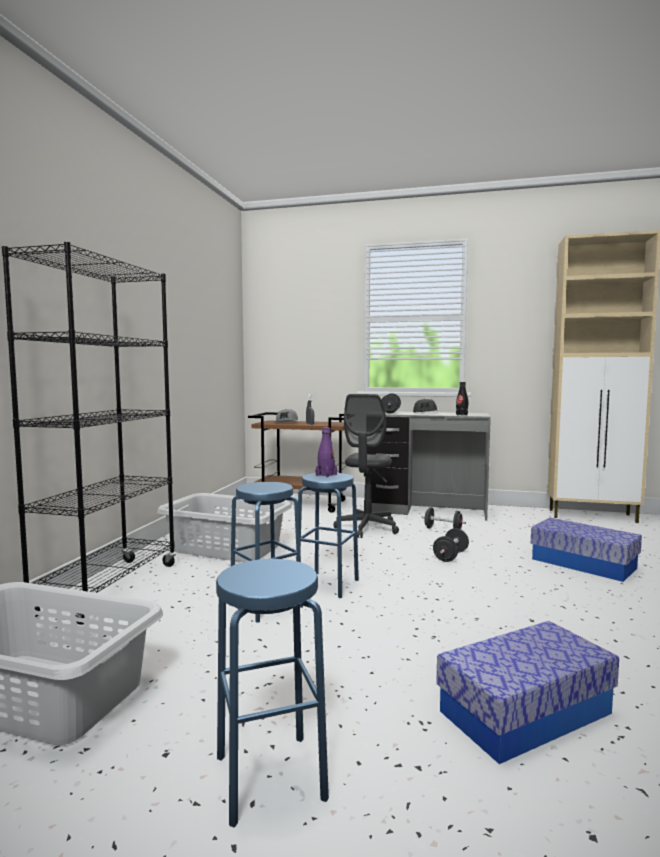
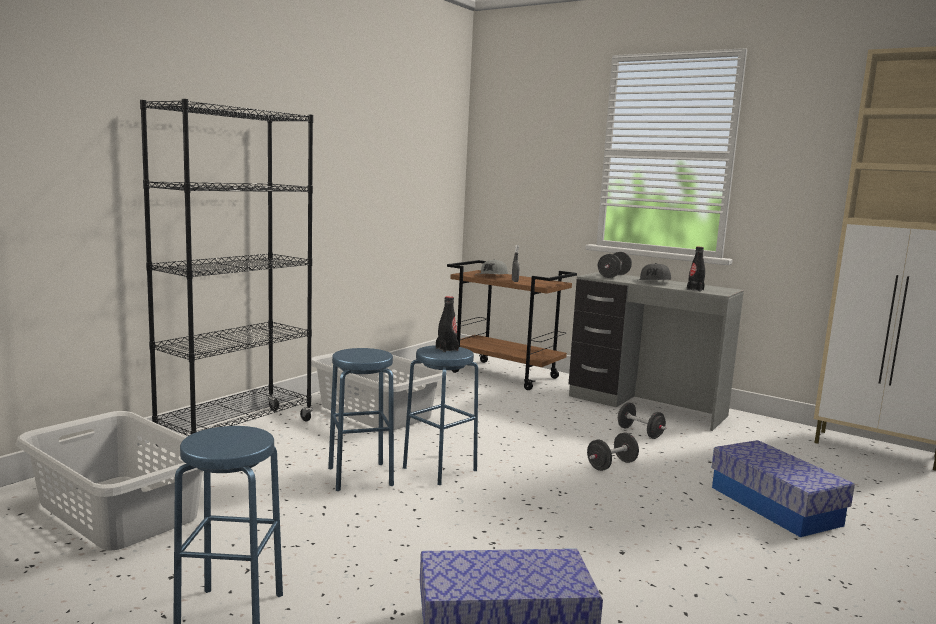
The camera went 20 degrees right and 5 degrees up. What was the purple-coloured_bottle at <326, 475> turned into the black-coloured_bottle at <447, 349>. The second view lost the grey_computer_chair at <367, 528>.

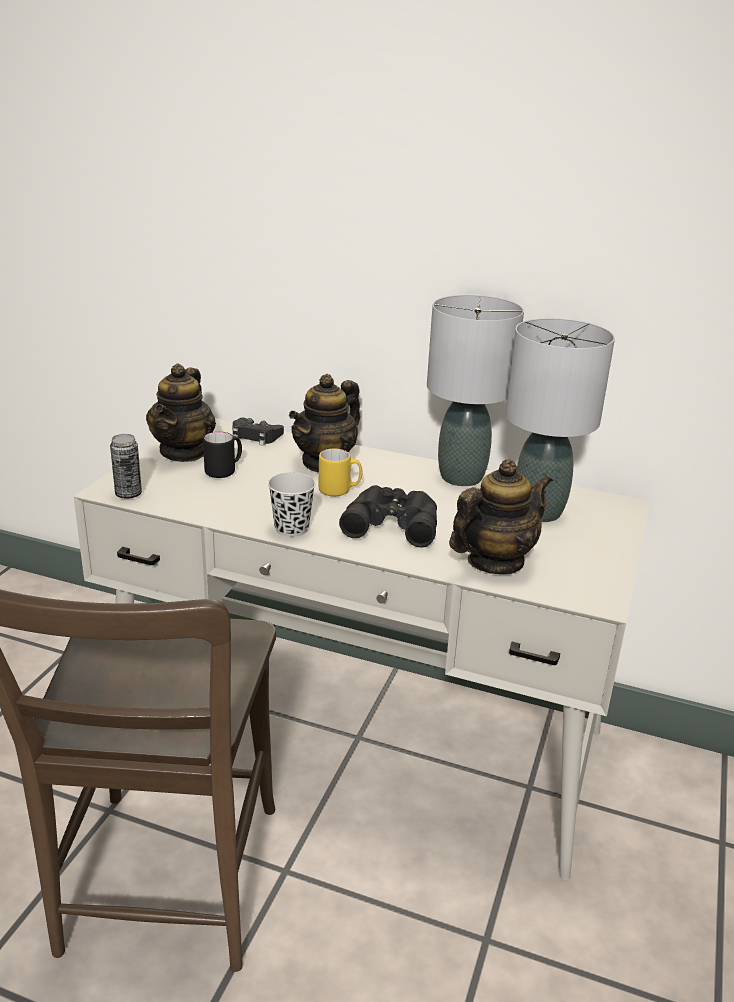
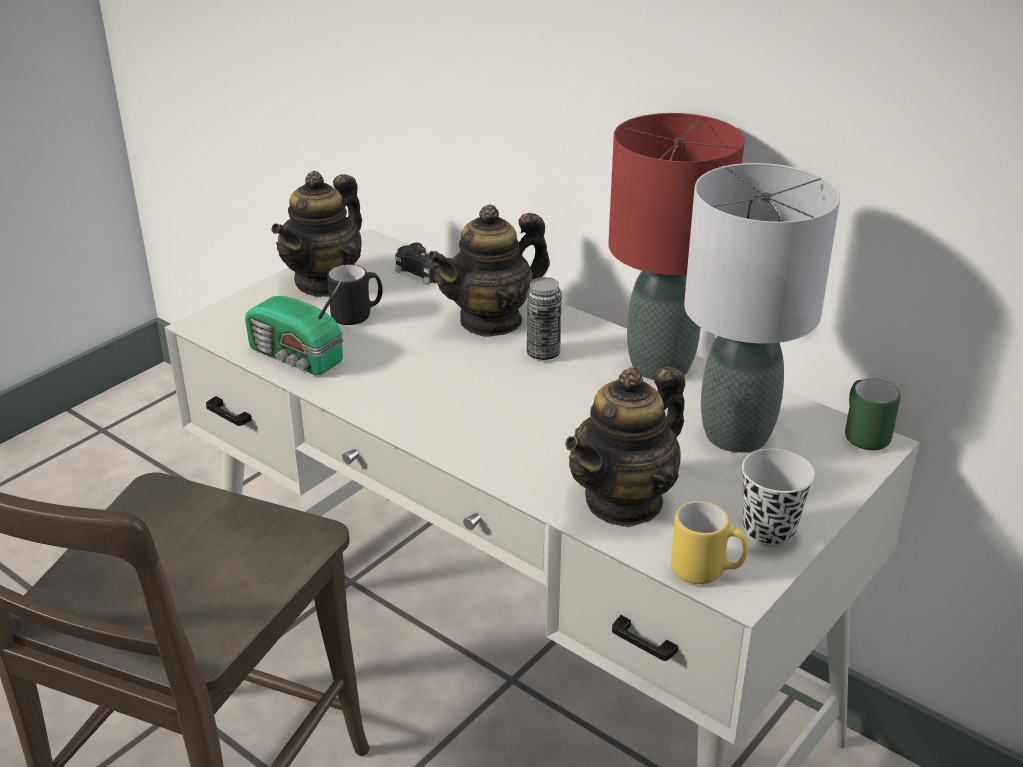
The camera went 20 degrees right and 5 degrees up. The sealed_can ended up elsewhere, having gone from <128, 494> to <543, 353>. The black-coloured_cup ended up elsewhere, having gone from <291, 528> to <768, 531>. The yellow_tea_mug ended up elsewhere, having gone from <340, 491> to <707, 571>. The second view lost the black-coloured_field_glasses at <392, 522>. What was the grey_lamp_for_a_table at <462, 477> turned into the red-coloured_lamp_for_a_table at <661, 366>. The pot_for_tea at <495, 561> ended up facing another way, 150 degrees clockwise from before. The second view gained the radio_receiver at <296, 357>. The second view gained the green_tea_mug at <863, 434>.

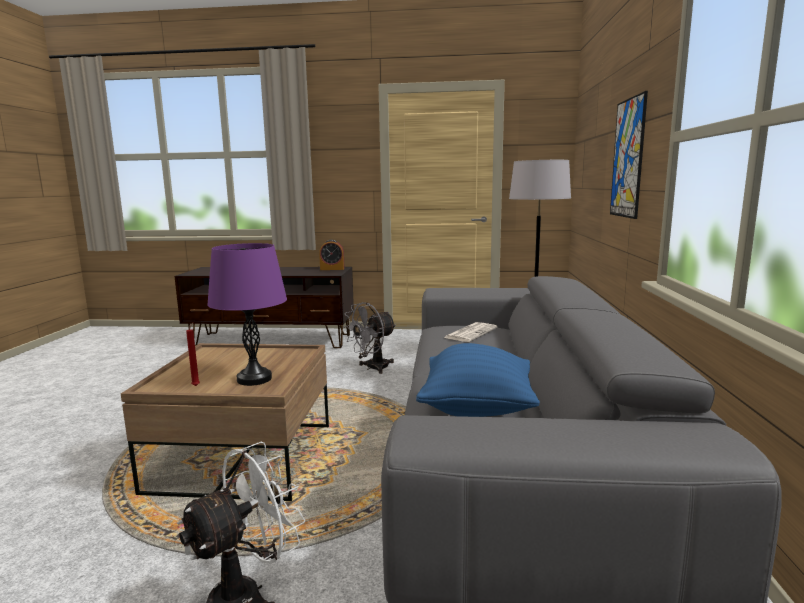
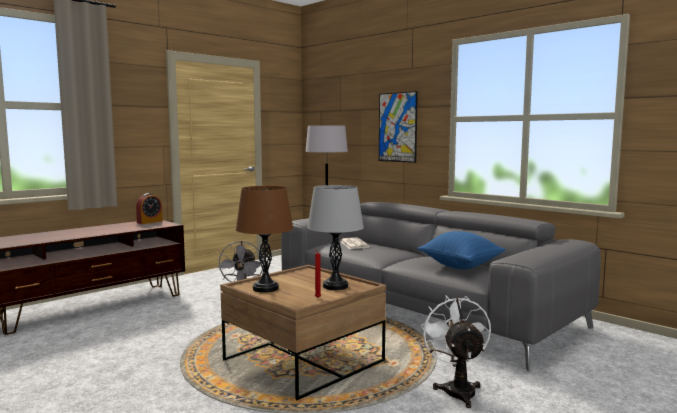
The camera went 50 degrees left and 5 degrees down. What was the purple-coloured_lamp_for_a_table at <254, 379> turned into the grey_lamp_for_a_table at <335, 286>. The second view gained the brown-coloured_lamp_for_a_table at <265, 288>.

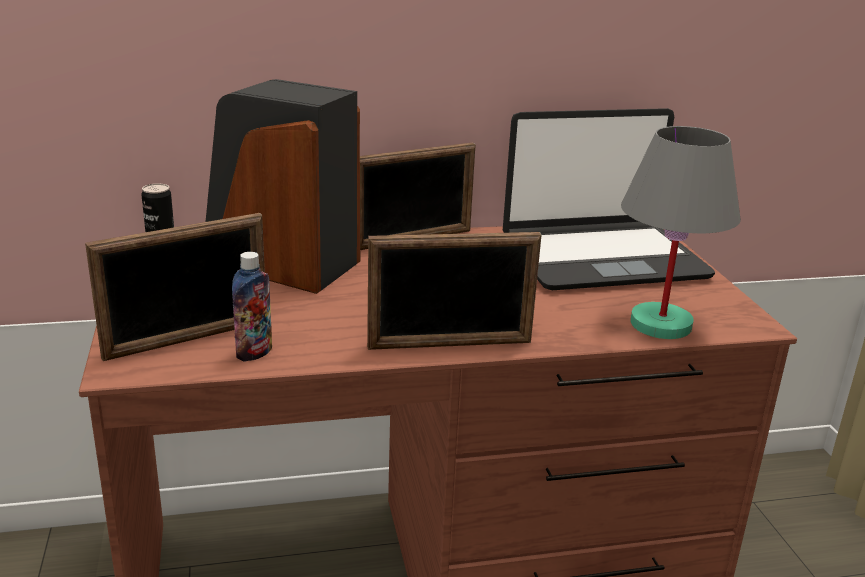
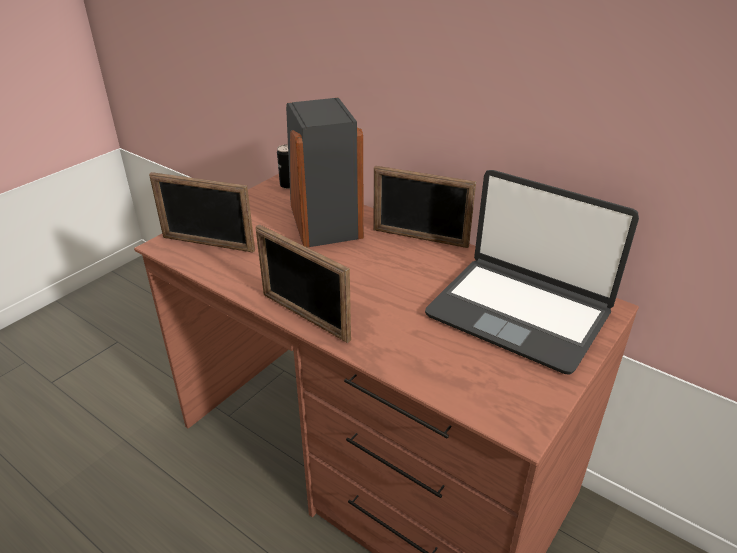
The camera went 50 degrees right and 10 degrees up. The second view lost the bottle at <254, 353>. The second view lost the grey_lamp_for_a_table at <659, 324>.

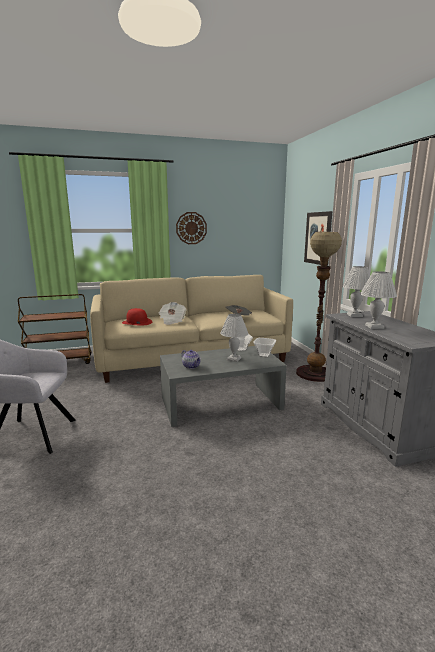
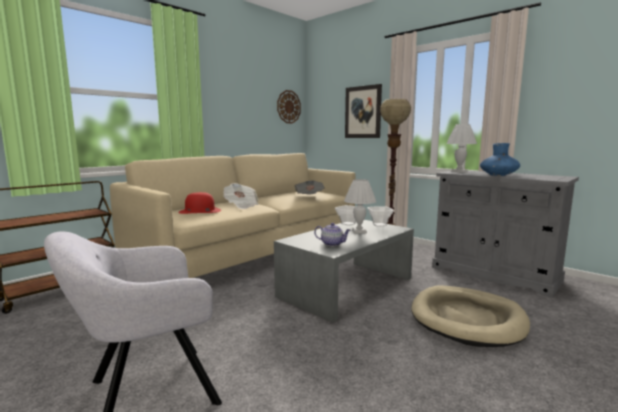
The camera went 30 degrees left and 5 degrees down. The wall_clock ended up elsewhere, having gone from <191, 228> to <288, 107>. Where the white_lamp_for_a_table stood at <374, 327>, the blue-coloured_decorative_vase came to stand at <498, 175>. The second view gained the sand-coloured_dog_bed at <467, 319>.

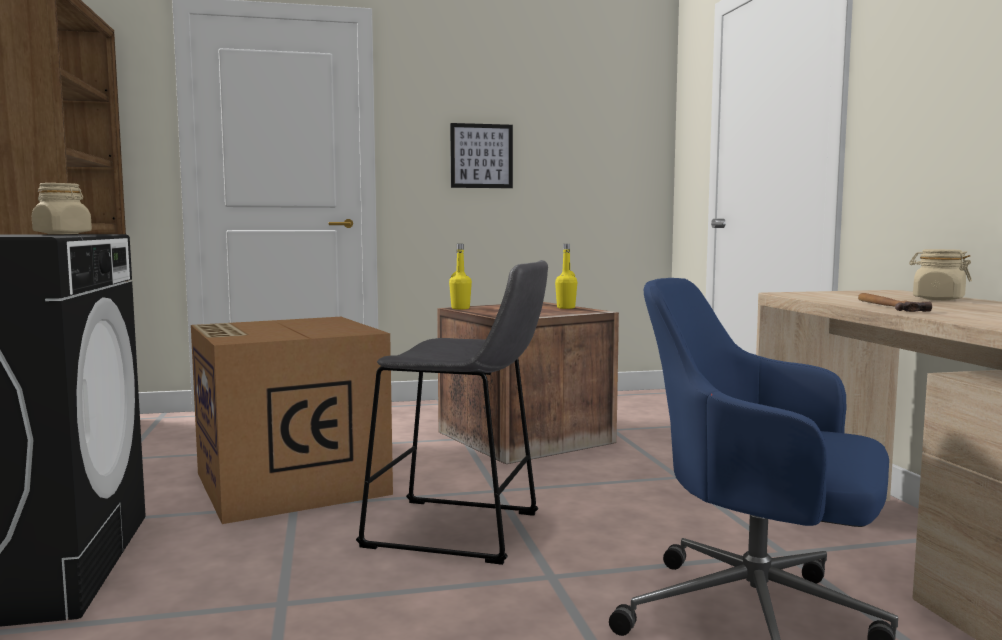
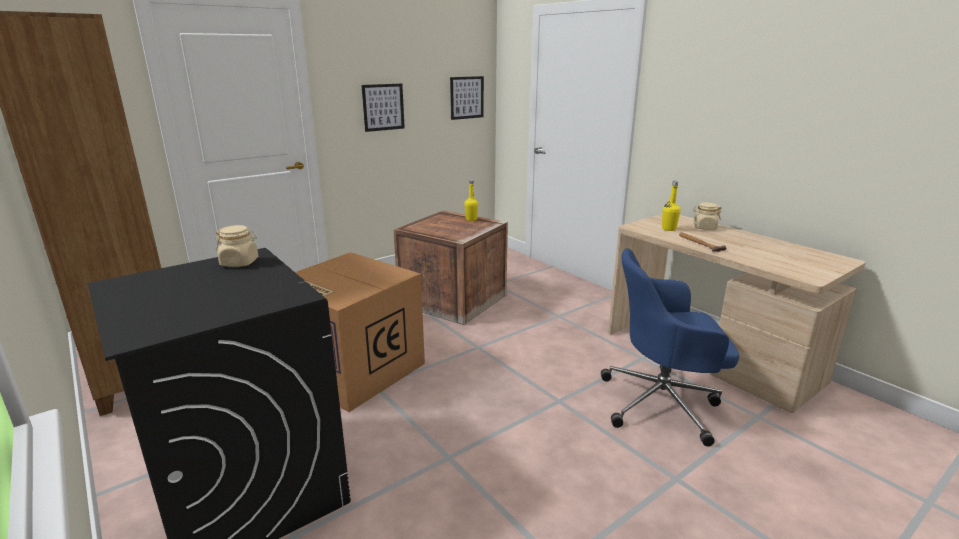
The camera went 25 degrees left and 15 degrees up. The second view lost the grey_stool at <462, 531>. The yellow_bottle ended up elsewhere, having gone from <460, 308> to <668, 229>. The second view gained the picture at <466, 97>.

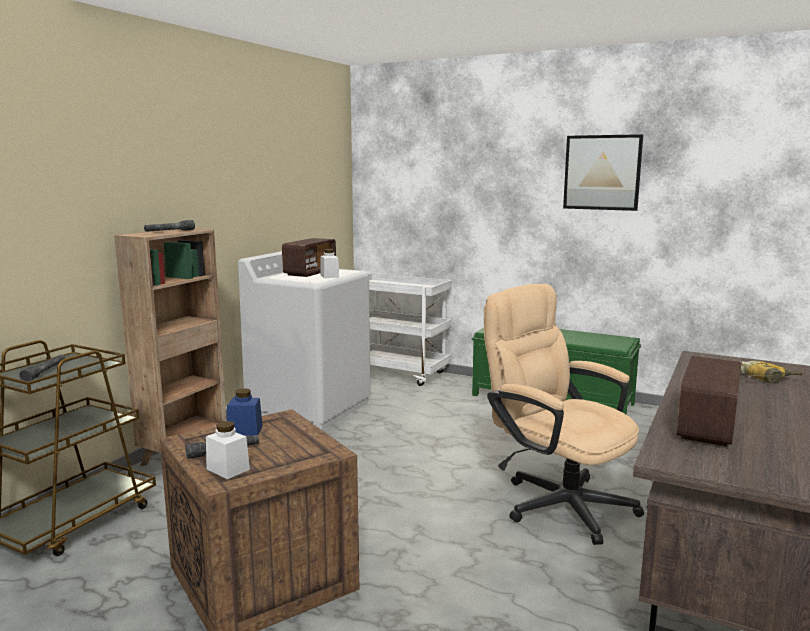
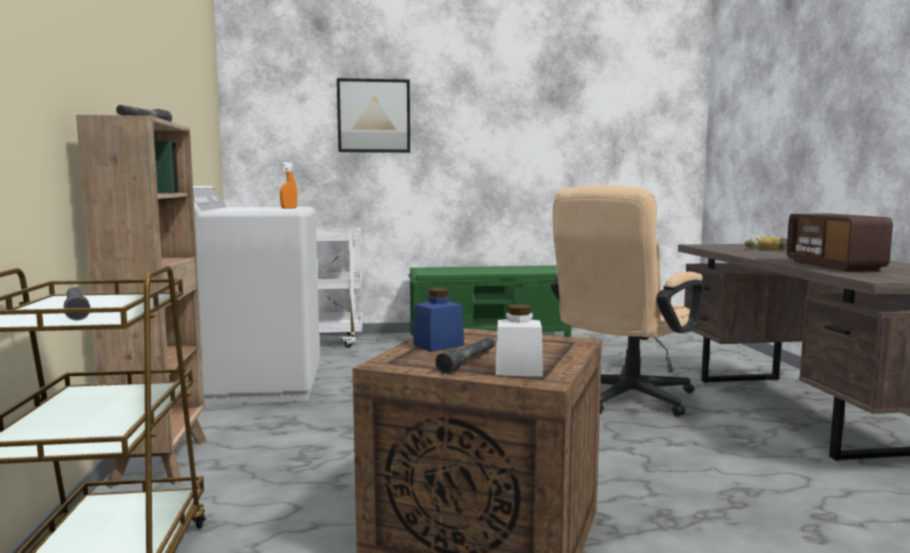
The camera went 35 degrees left and 5 degrees down. The second view lost the radio_receiver at <310, 272>. Where the white_preserve_jar stood at <329, 276>, the orange-coloured_hand_sprayer came to stand at <289, 208>. The sand-coloured_computer_chair at <556, 501> ended up facing another way, 60 degrees counterclockwise from before. The picture ended up elsewhere, having gone from <602, 172> to <374, 116>.

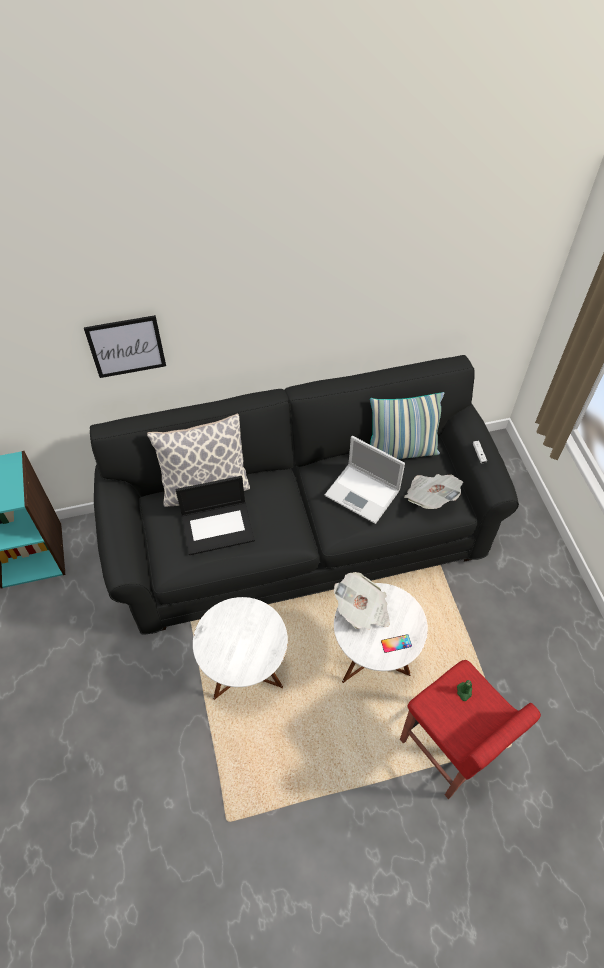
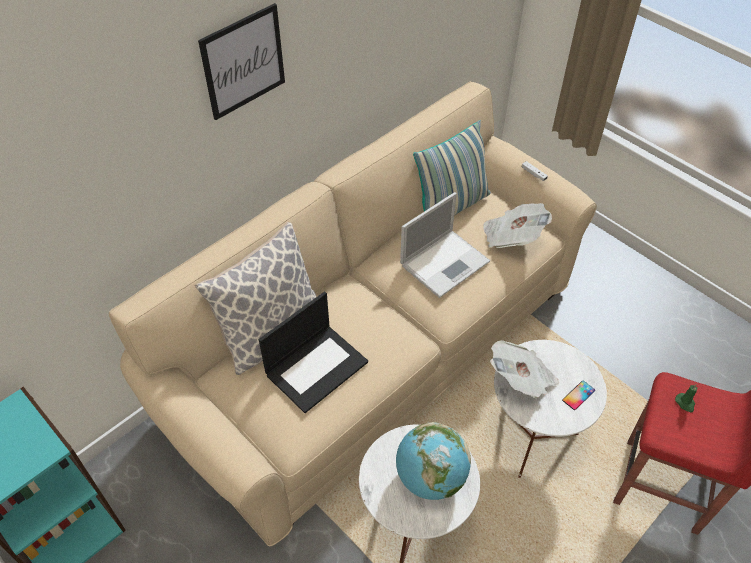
The camera went 30 degrees left and 5 degrees down. The picture ended up elsewhere, having gone from <126, 346> to <243, 62>. What was the black-coloured_sofa at <302, 536> turned into the sand-coloured_sofa at <375, 351>. The portable_computer at <363, 493> ended up facing another way, 45 degrees counterclockwise from before. The second view gained the desk_globe at <430, 478>.

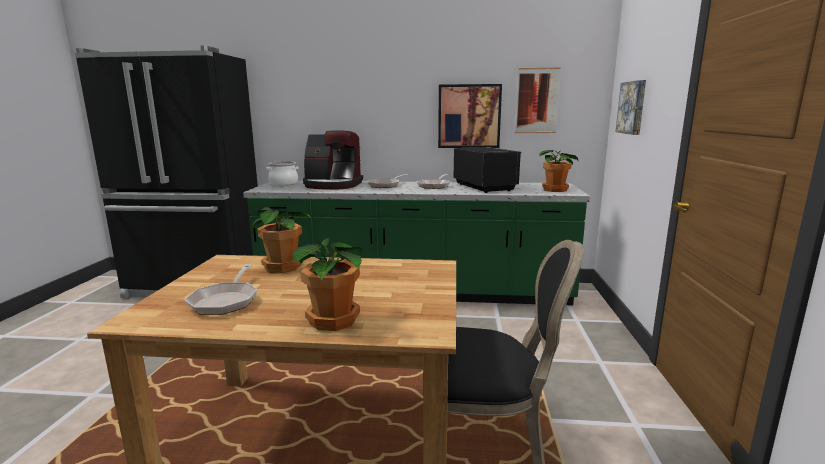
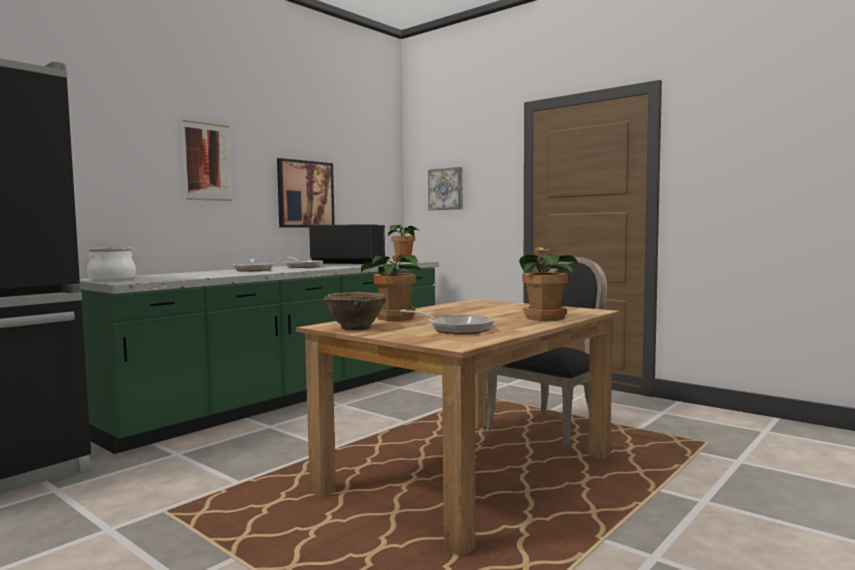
The camera went 55 degrees left and 10 degrees down. The second view lost the coffee_machine at <332, 185>. The picture ended up elsewhere, having gone from <537, 101> to <207, 161>. The second view gained the brown-coloured_bowl at <355, 328>.

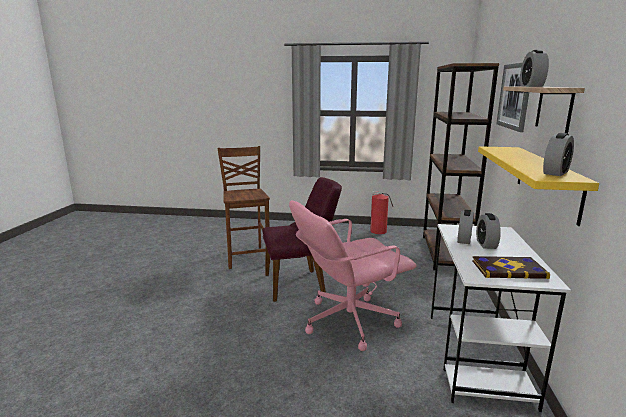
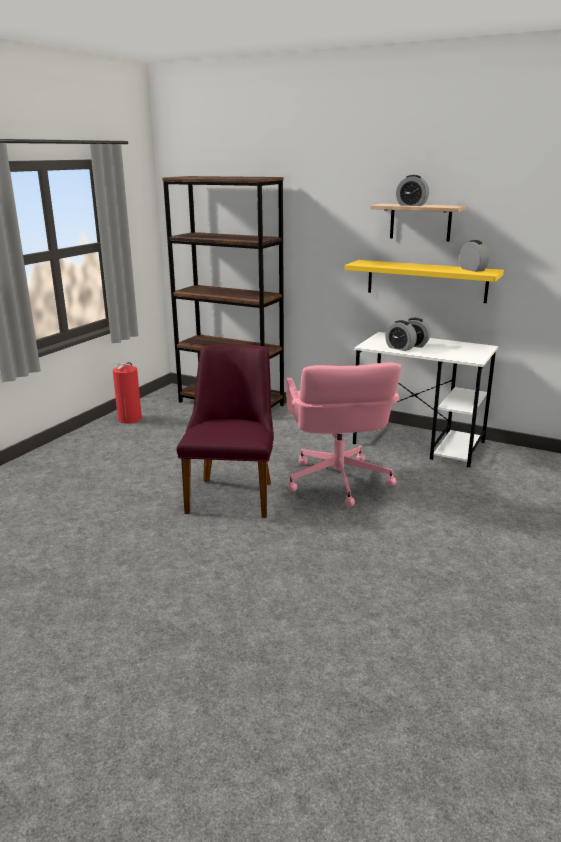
The camera went 70 degrees left and 5 degrees up. The second view lost the brown-coloured_upright_chair at <247, 256>. The second view lost the volume at <508, 269>. The second view lost the picture at <514, 96>.

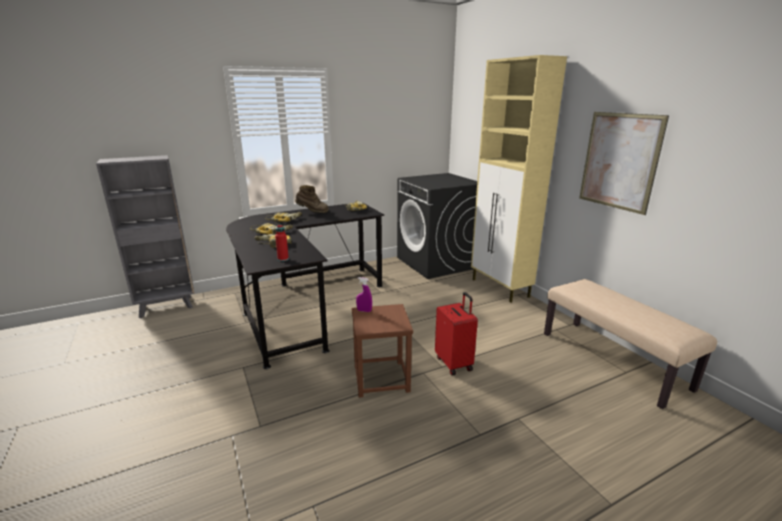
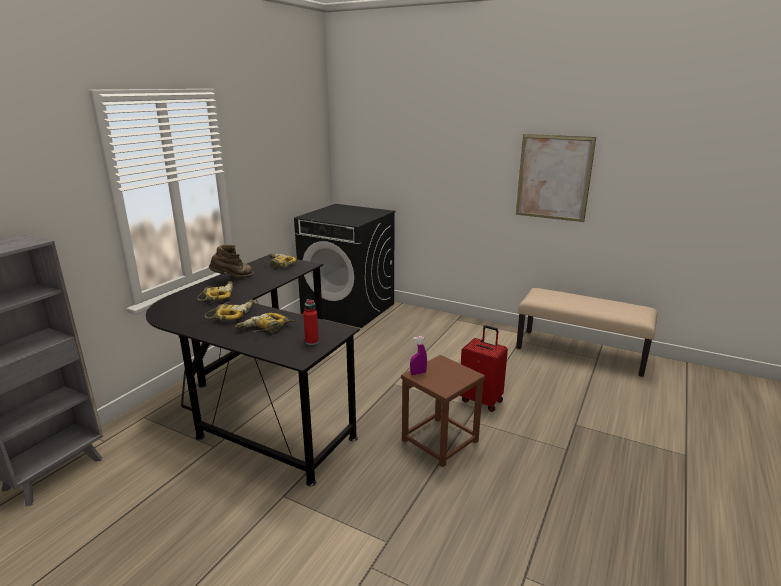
The camera went 35 degrees left and 0 degrees up. The second view lost the sand-coloured_cabinet at <500, 288>.

